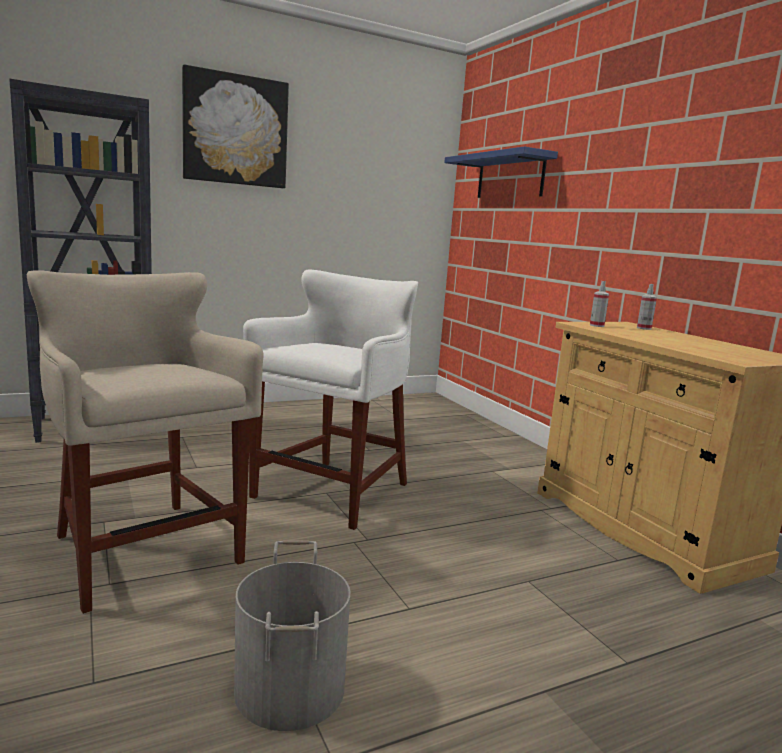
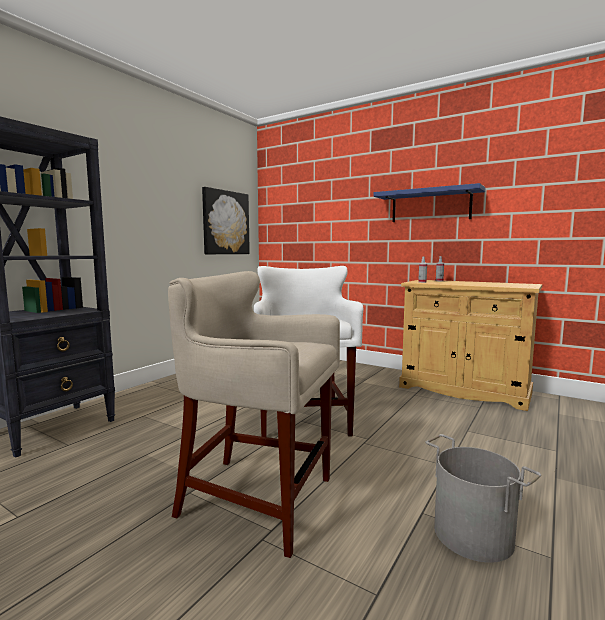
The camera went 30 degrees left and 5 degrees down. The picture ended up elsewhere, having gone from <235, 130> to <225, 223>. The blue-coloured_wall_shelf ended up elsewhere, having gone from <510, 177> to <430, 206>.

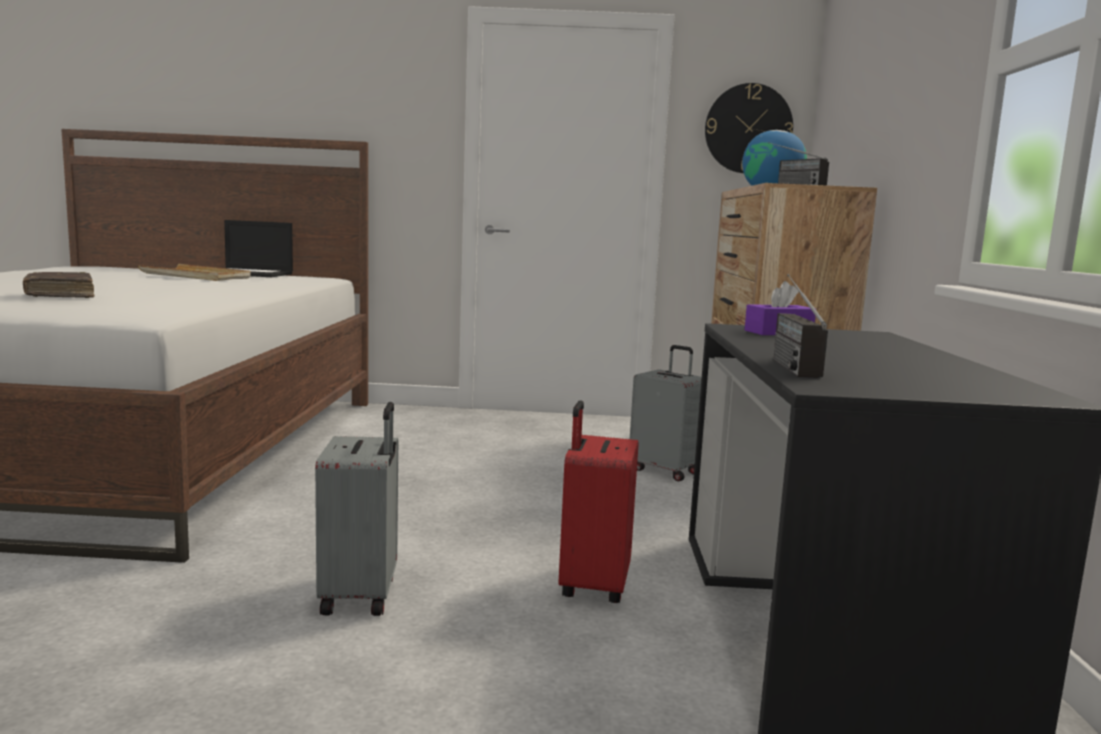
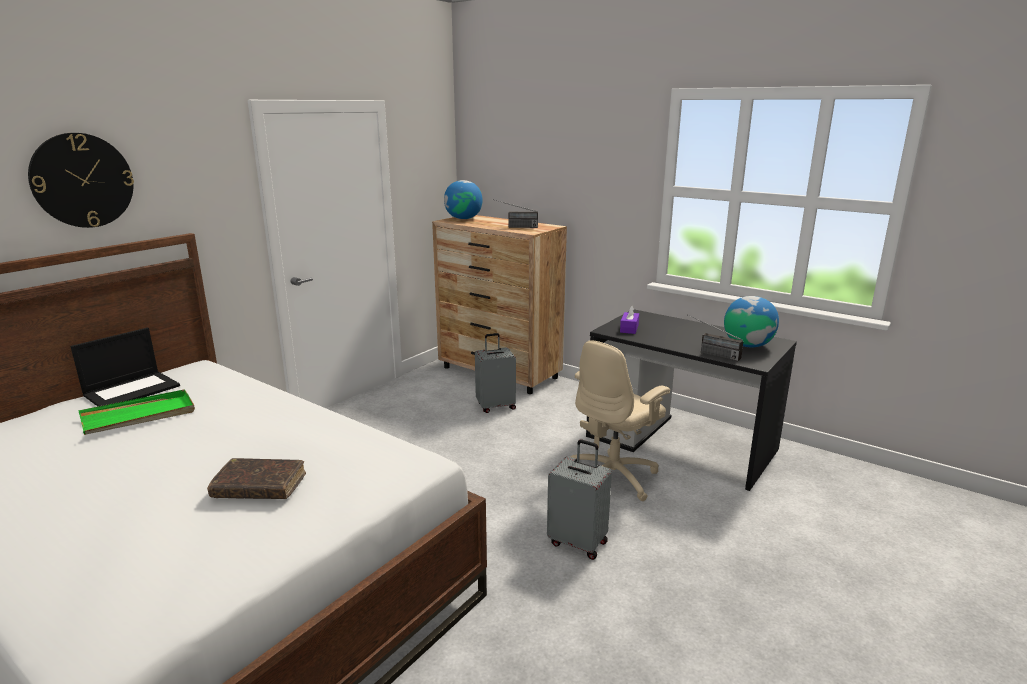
The camera went 55 degrees left and 10 degrees up. What was the sand-coloured_tray at <196, 276> turned into the green_tray at <139, 416>. Where the red-coloured_travel_case stood at <592, 585>, the sand-coloured_computer_chair came to stand at <614, 477>. The wall_clock ended up elsewhere, having gone from <748, 129> to <82, 180>. The second view gained the desk_globe at <747, 345>.

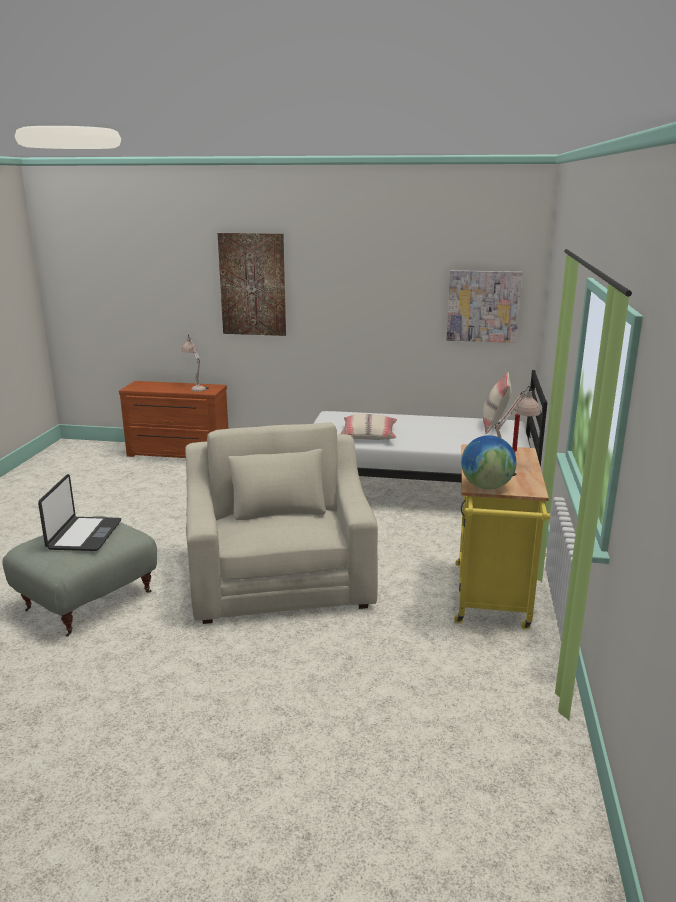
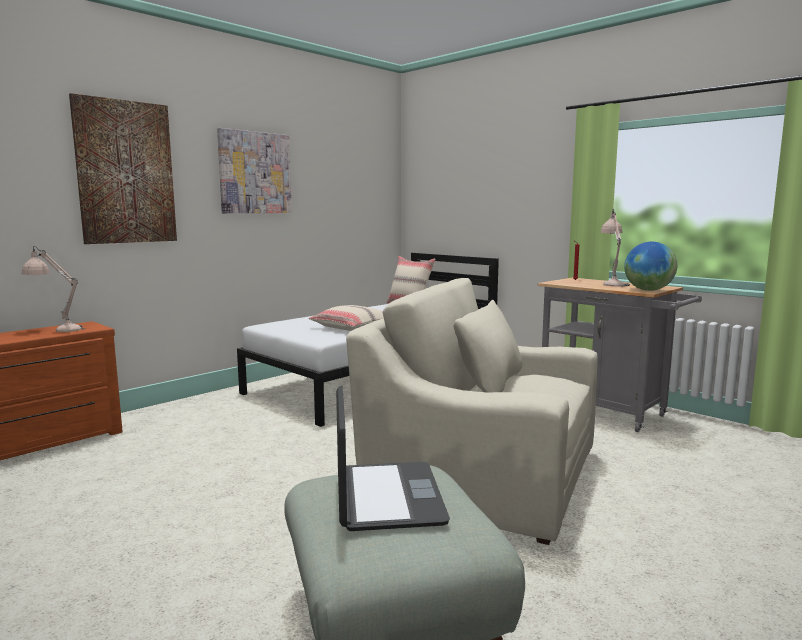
The camera went 55 degrees left and 10 degrees down. The portable_computer at <84, 535> ended up facing another way, 45 degrees clockwise from before. The picture ended up elsewhere, having gone from <483, 306> to <255, 173>. What was the yellow_trolley at <491, 600> turned into the grey_trolley at <608, 413>.

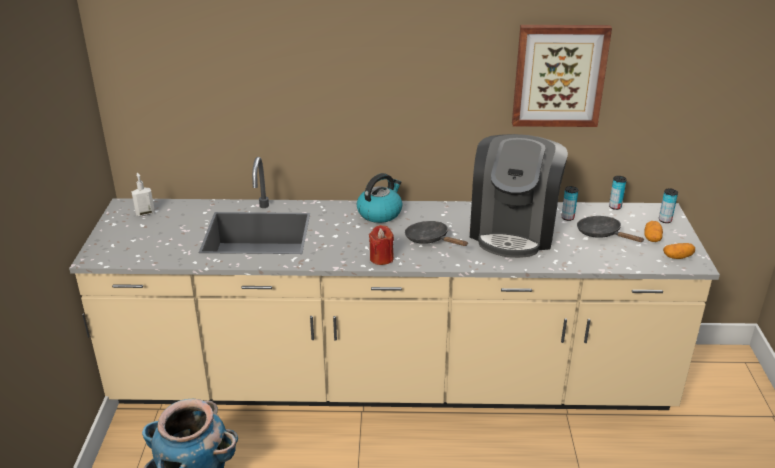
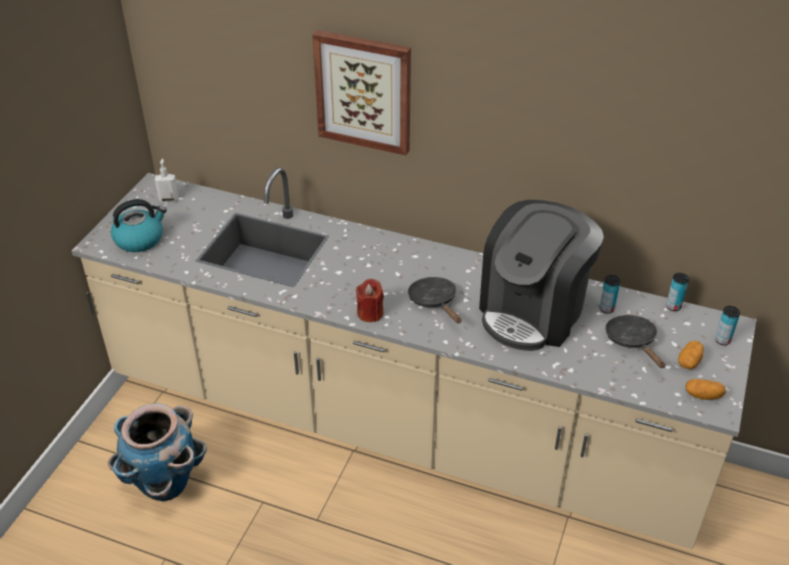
The camera went 20 degrees right and 10 degrees up. The water_kettle ended up elsewhere, having gone from <380, 213> to <140, 239>. The picture ended up elsewhere, having gone from <559, 75> to <364, 91>.

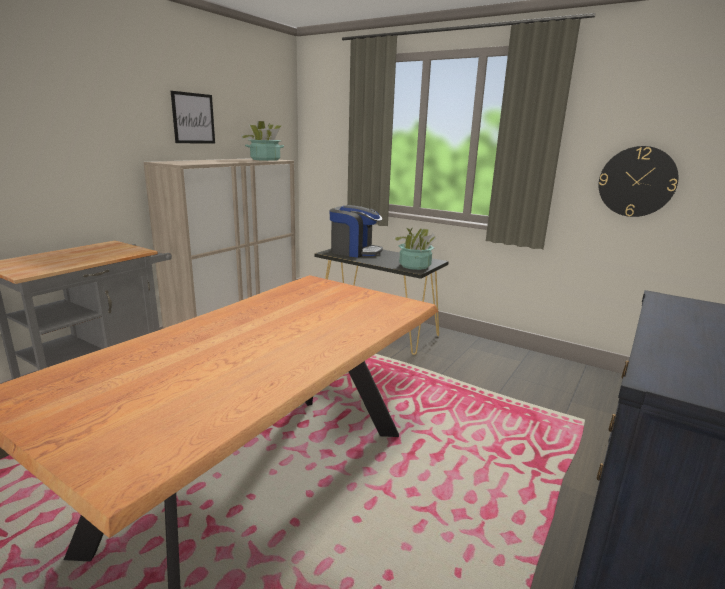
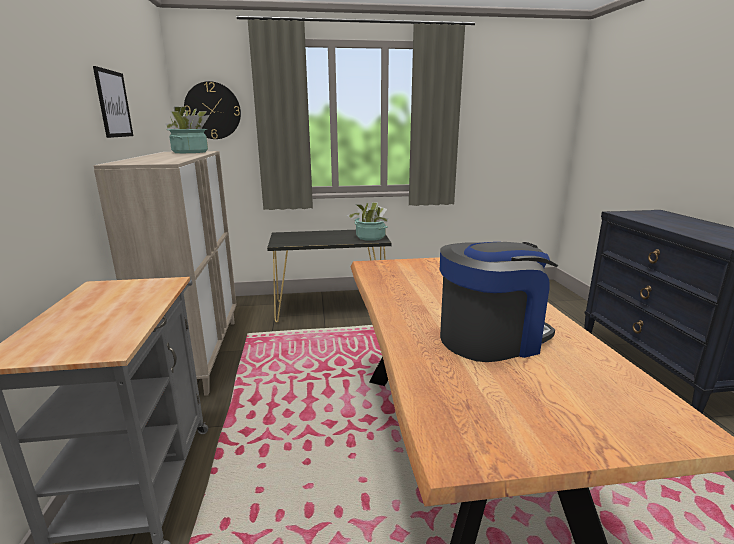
The camera went 40 degrees left and 0 degrees up. The coffee_machine ended up elsewhere, having gone from <354, 251> to <491, 338>. The wall_clock ended up elsewhere, having gone from <637, 181> to <213, 110>.

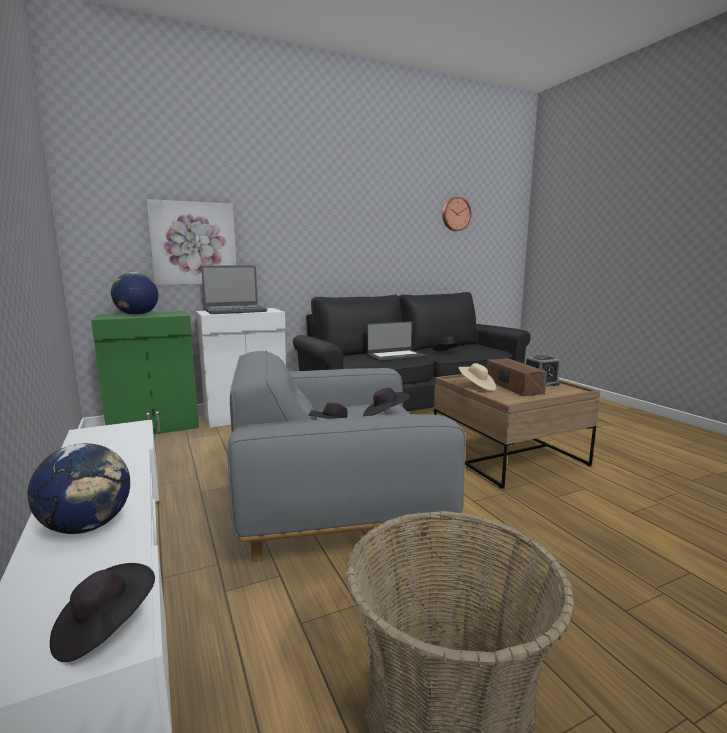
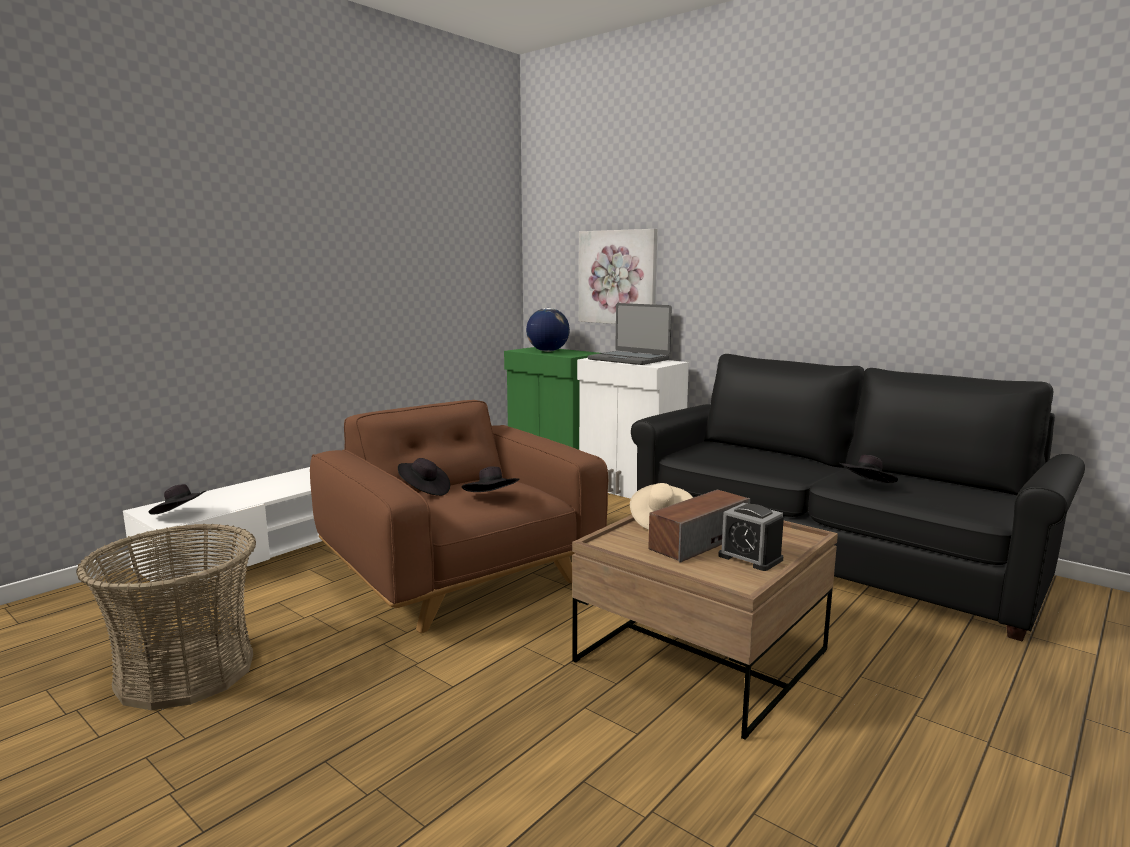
The camera went 65 degrees right and 0 degrees up. The second view lost the desk_globe at <87, 526>. What was the grey_armchair at <335, 503> turned into the brown-coloured_armchair at <460, 575>. The second view lost the portable_computer at <395, 356>. The second view lost the wall_clock at <455, 214>.

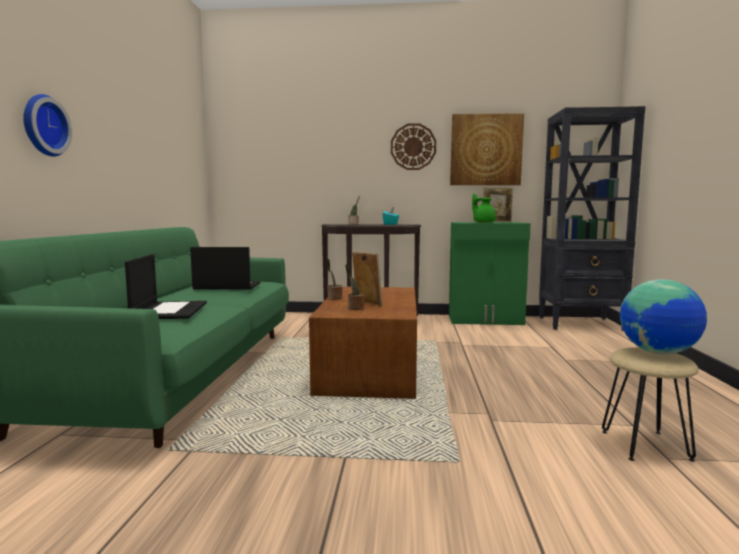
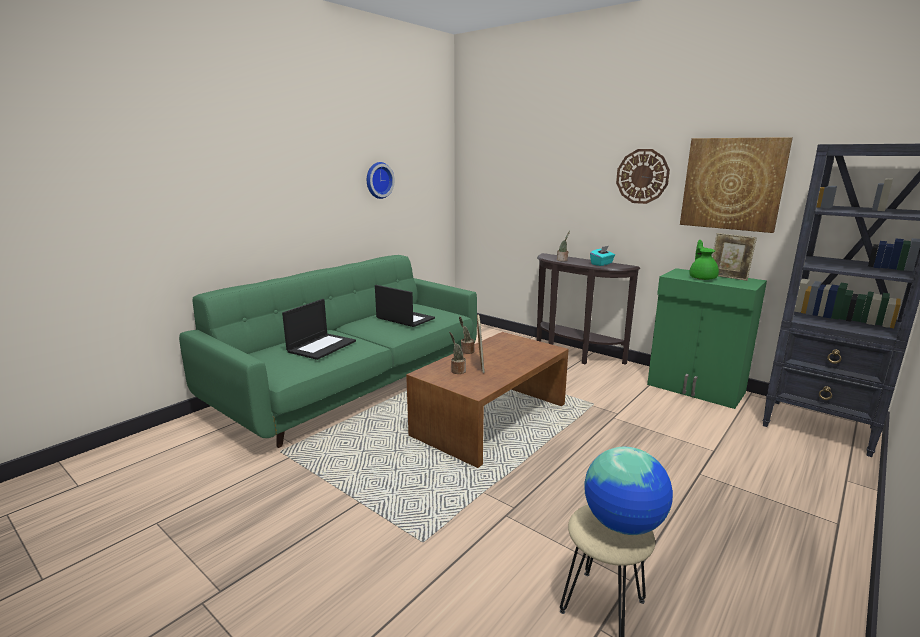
The camera went 35 degrees right and 10 degrees up. The wall_clock ended up elsewhere, having gone from <43, 126> to <378, 180>.

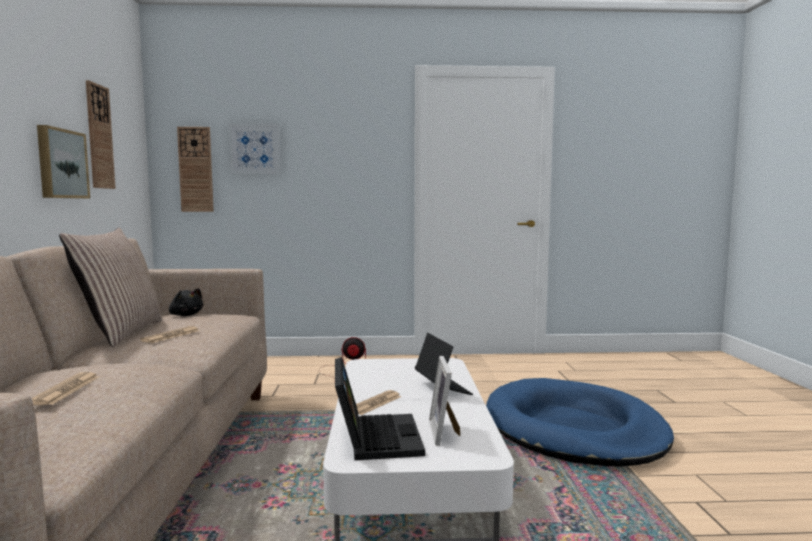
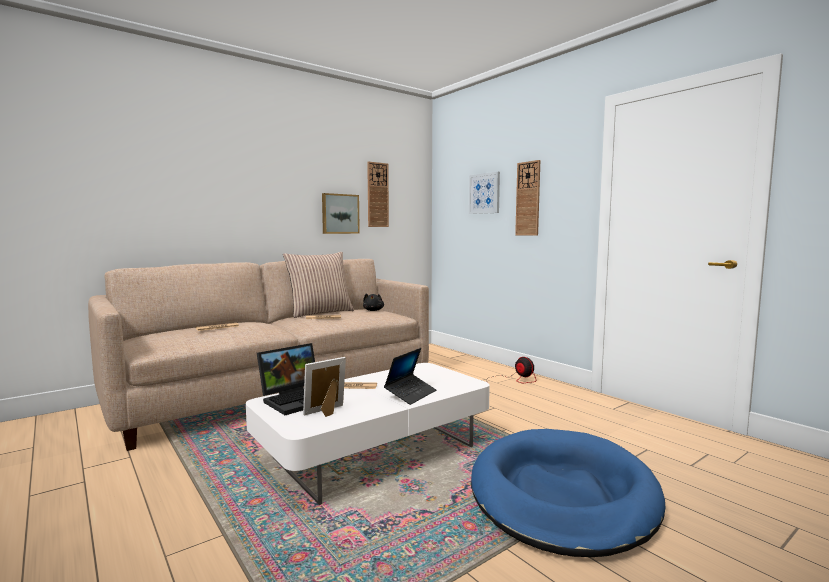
The camera went 55 degrees right and 0 degrees up. The wall_clock ended up elsewhere, having gone from <196, 169> to <528, 198>.

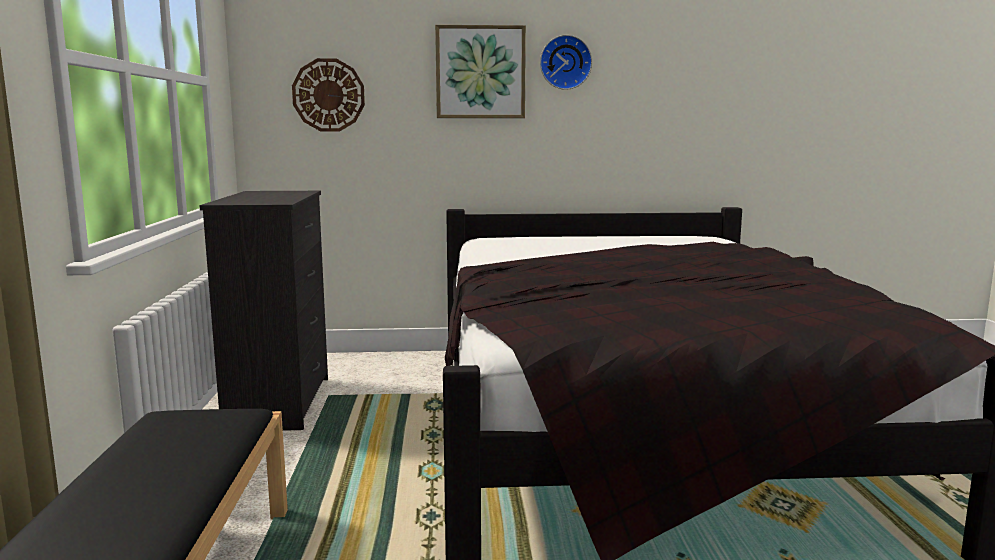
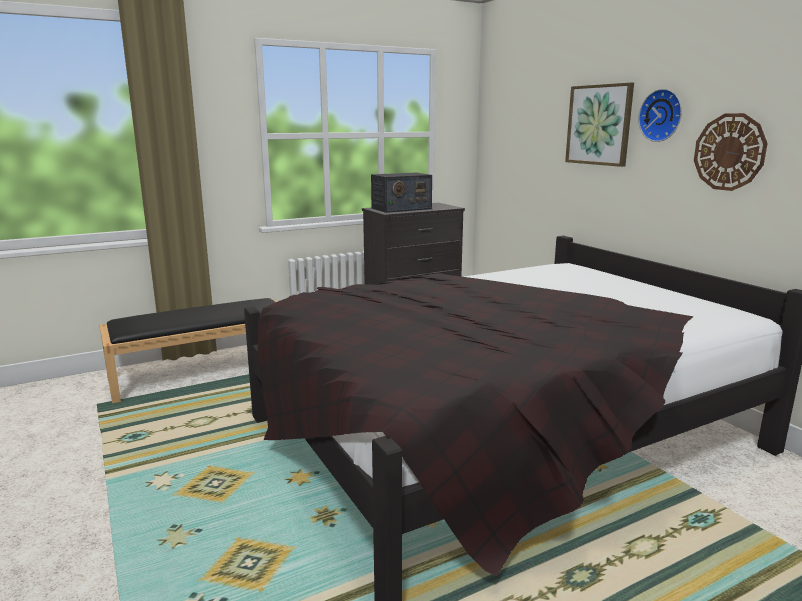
The camera went 65 degrees right and 5 degrees up. The wall_clock ended up elsewhere, having gone from <328, 95> to <729, 152>. The second view gained the radio_receiver at <401, 208>.

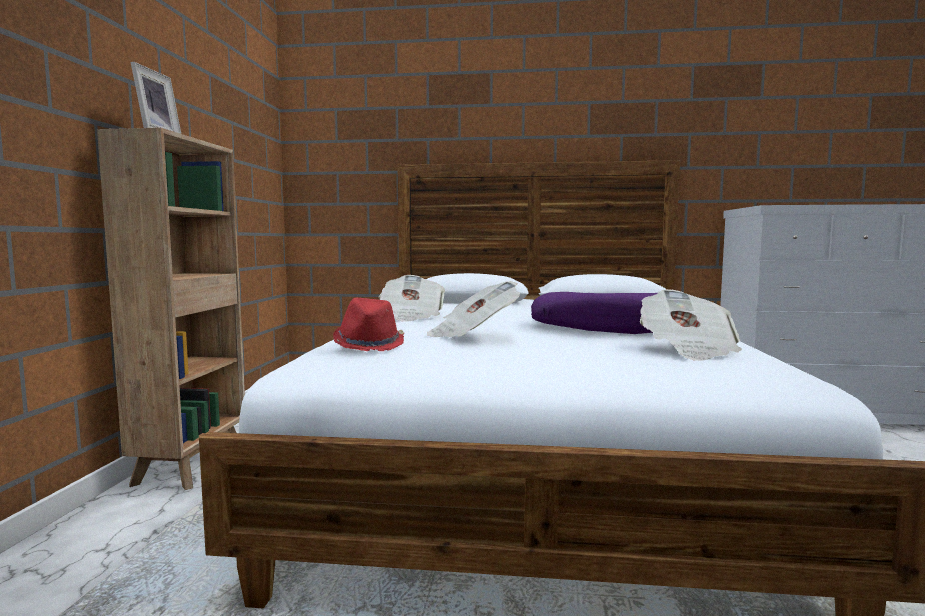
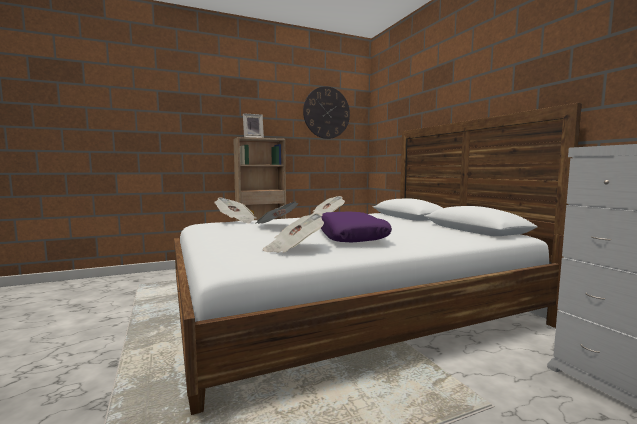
The camera went 60 degrees right and 0 degrees up. Where the red-coloured_clothing_hat stood at <369, 344>, the printed_paper came to stand at <236, 221>. The second view gained the wall_clock at <326, 113>.

